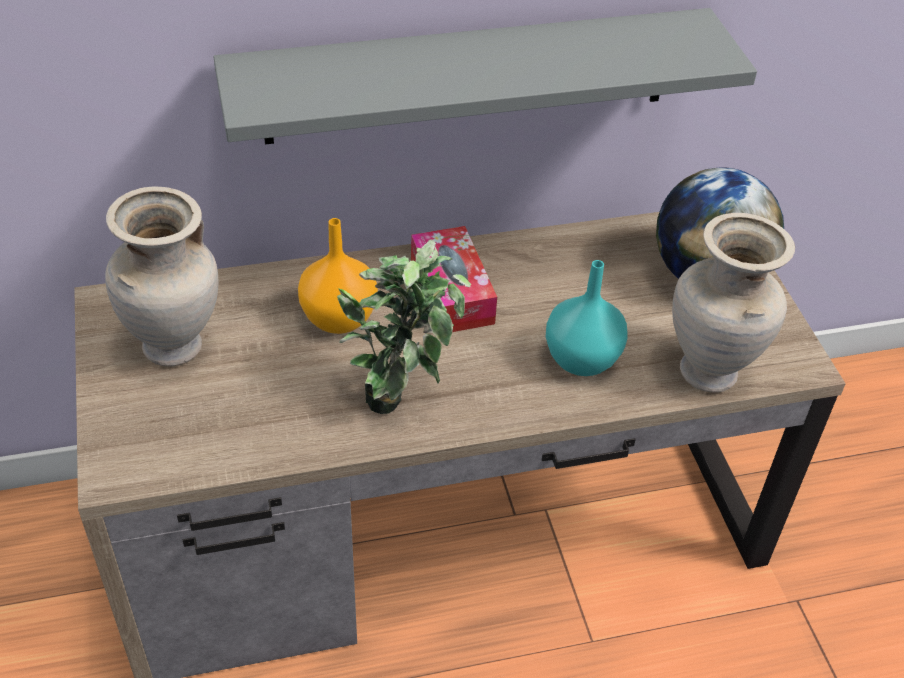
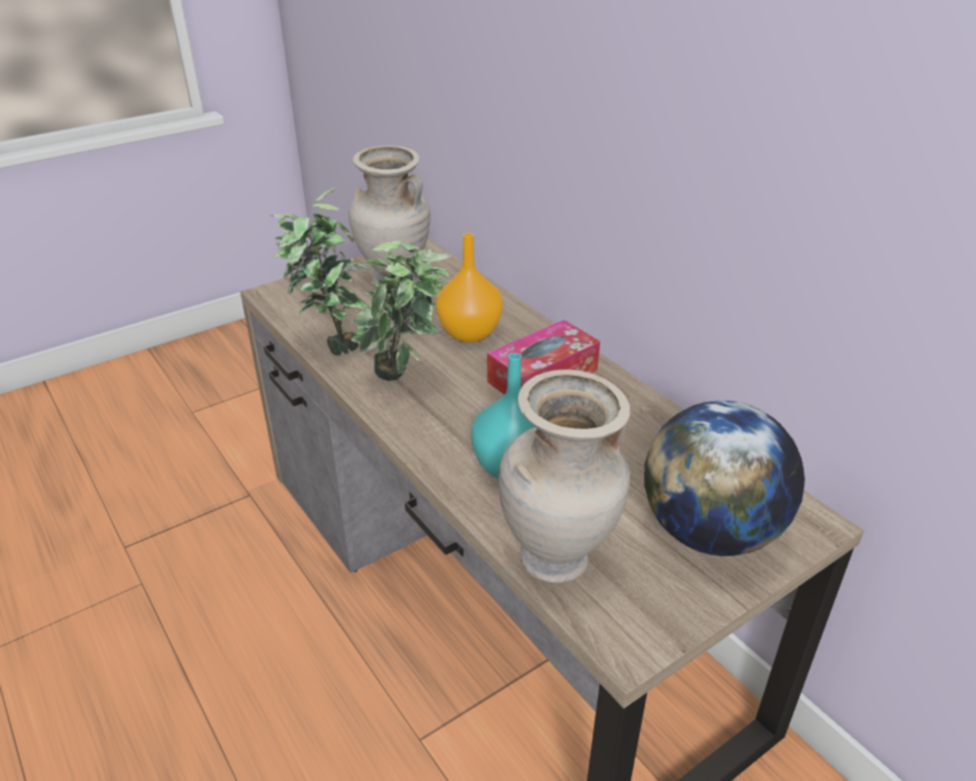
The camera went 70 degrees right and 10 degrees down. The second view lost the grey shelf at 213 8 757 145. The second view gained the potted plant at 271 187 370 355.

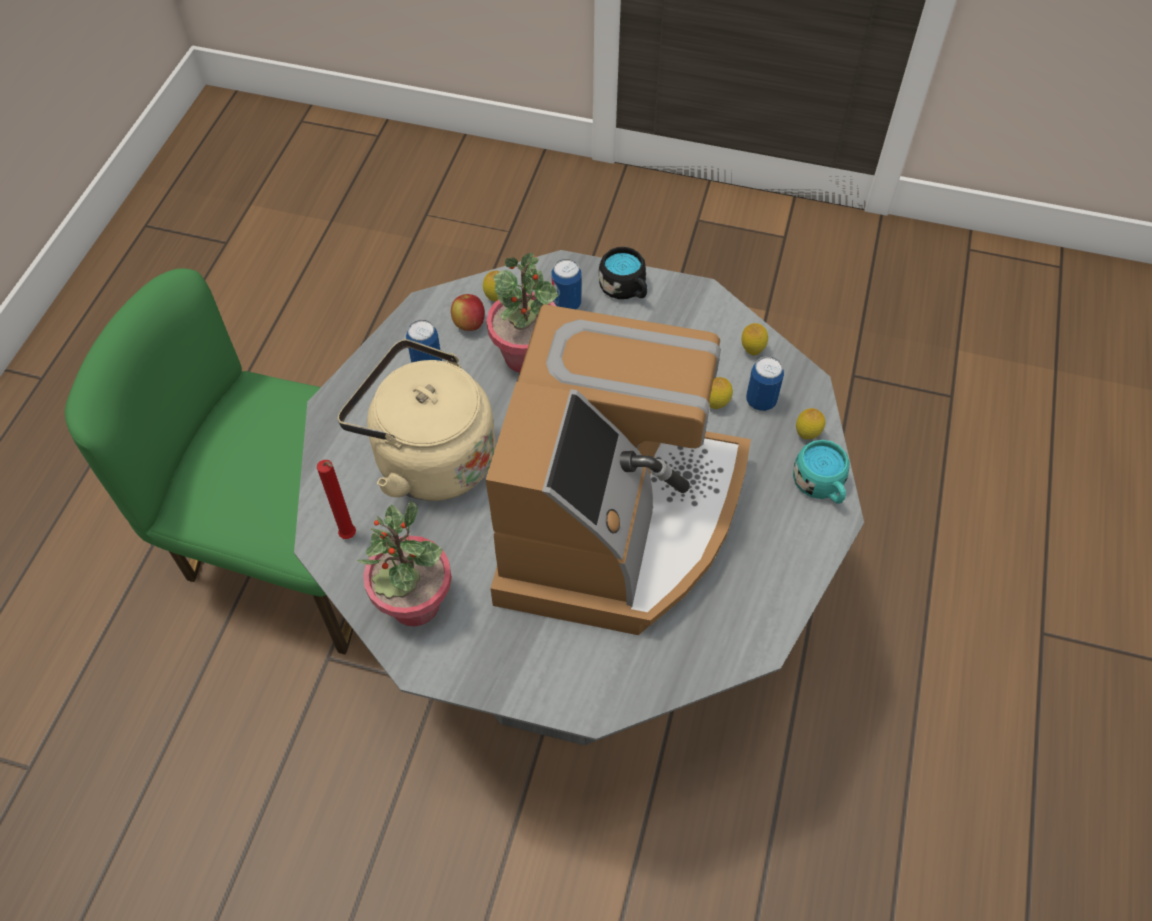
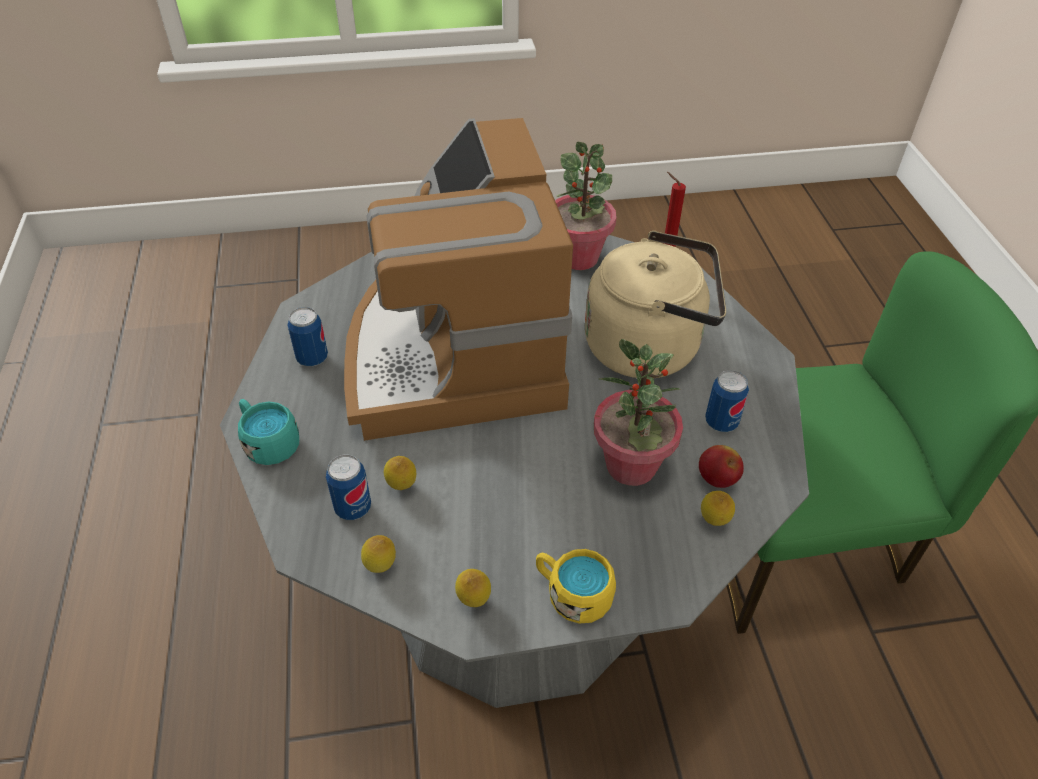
The camera went 155 degrees right and 10 degrees down. The can ended up elsewhere, having gone from 551 259 581 309 to 287 307 328 366. What was the black mug at 599 247 647 299 turned into the yellow mug at 536 549 616 624. The lemon ended up elsewhere, having gone from 796 408 825 439 to 455 569 491 607.

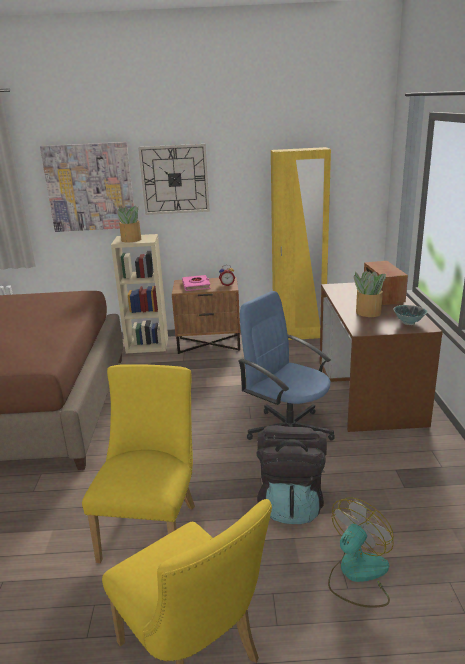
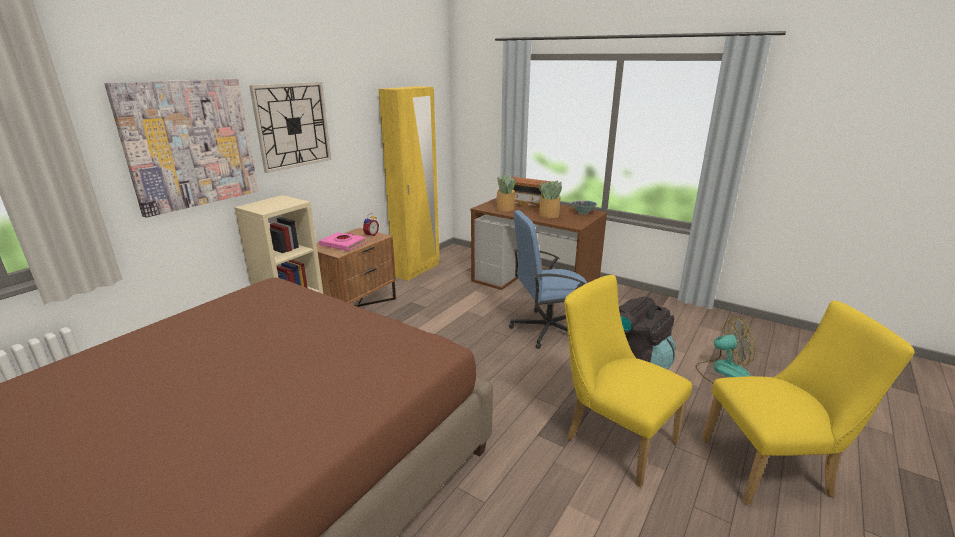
The camera went 55 degrees left and 0 degrees up. The potted plant ended up elsewhere, having gone from 114 206 141 242 to 497 175 516 212. The fan at 328 498 394 608 ended up facing another way, 105 degrees clockwise from before.

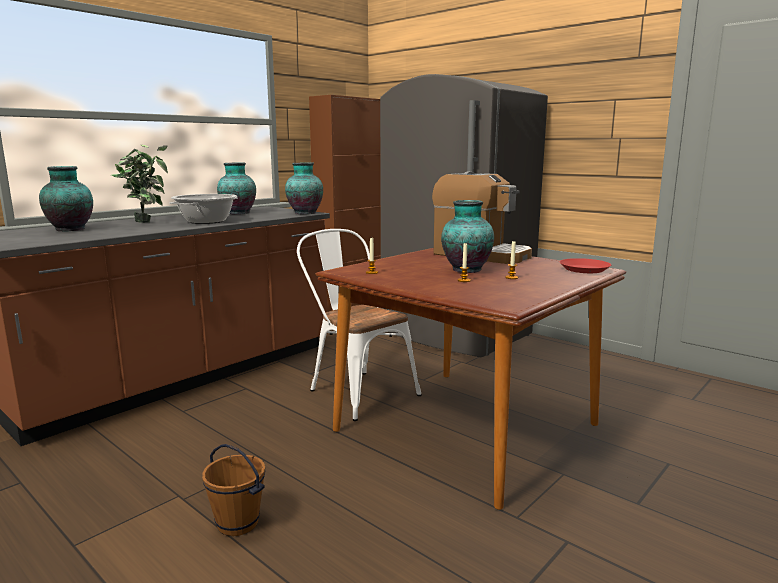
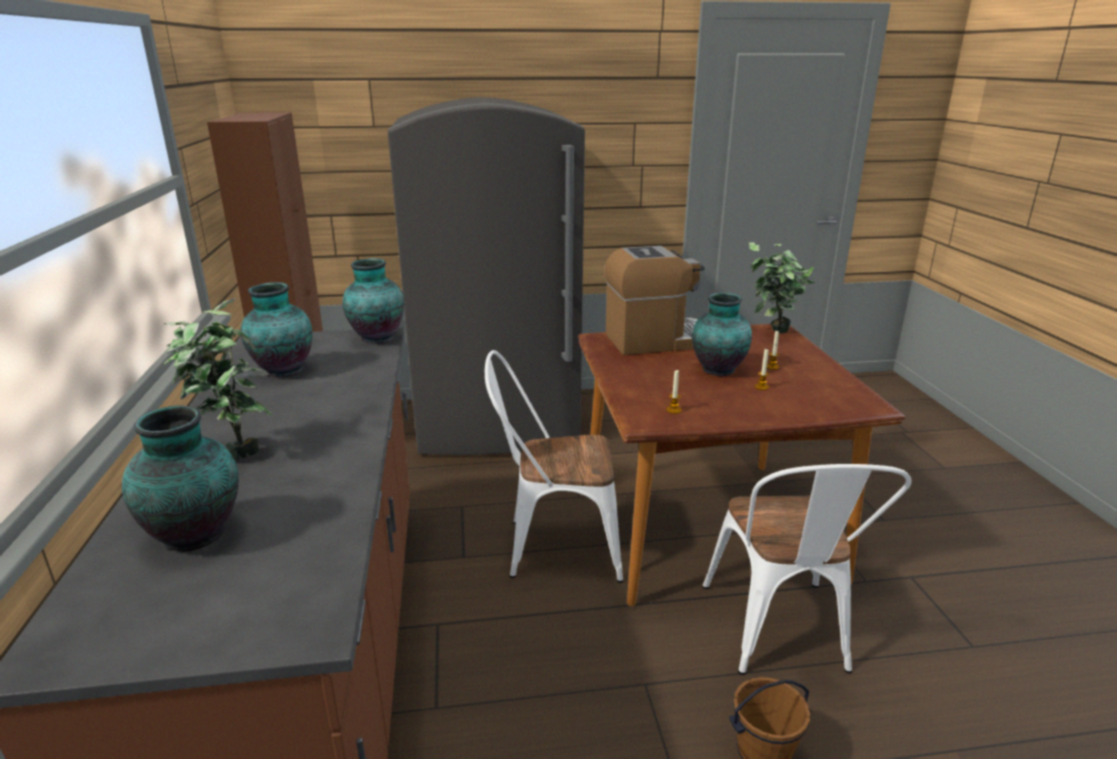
The camera went 50 degrees left and 10 degrees up. The second view lost the cooking pot at 169 194 237 224. Where the red plate stood at 559 258 611 273, the potted plant came to stand at 749 242 816 333. The second view gained the white chair at 702 464 912 675.

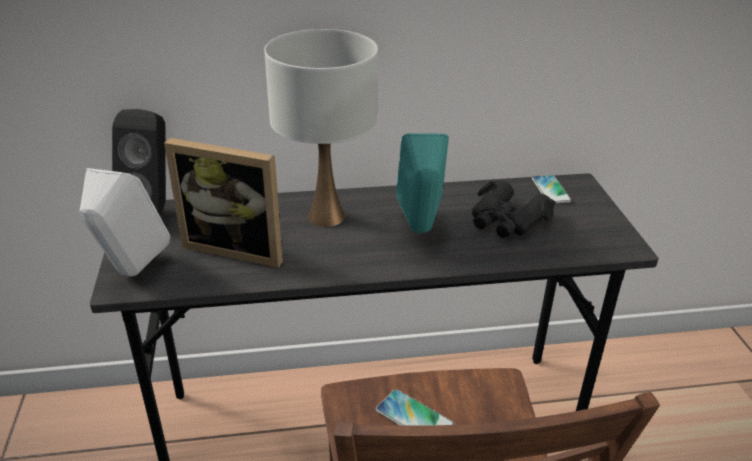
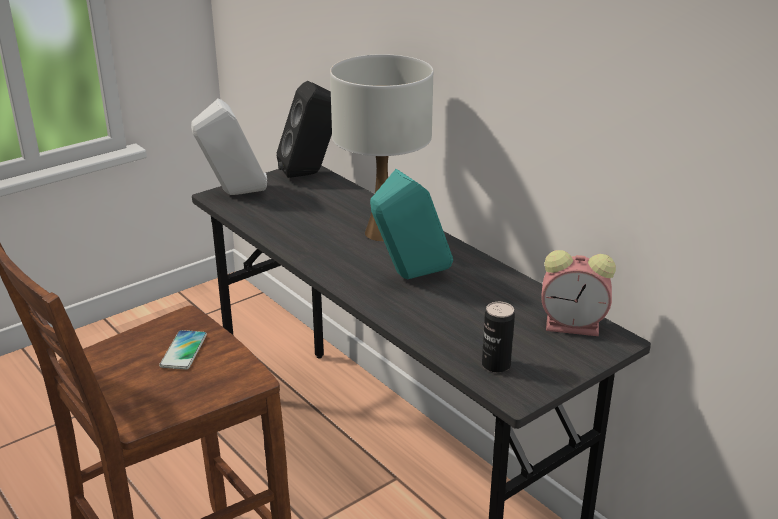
The camera went 60 degrees right and 5 degrees down. The second view lost the picture frame at 164 138 283 268. The second view lost the black binoculars at 472 181 556 238. Where the phone stood at 532 175 571 203, the alarm clock came to stand at 542 250 616 336. The second view gained the can at 482 302 515 373.

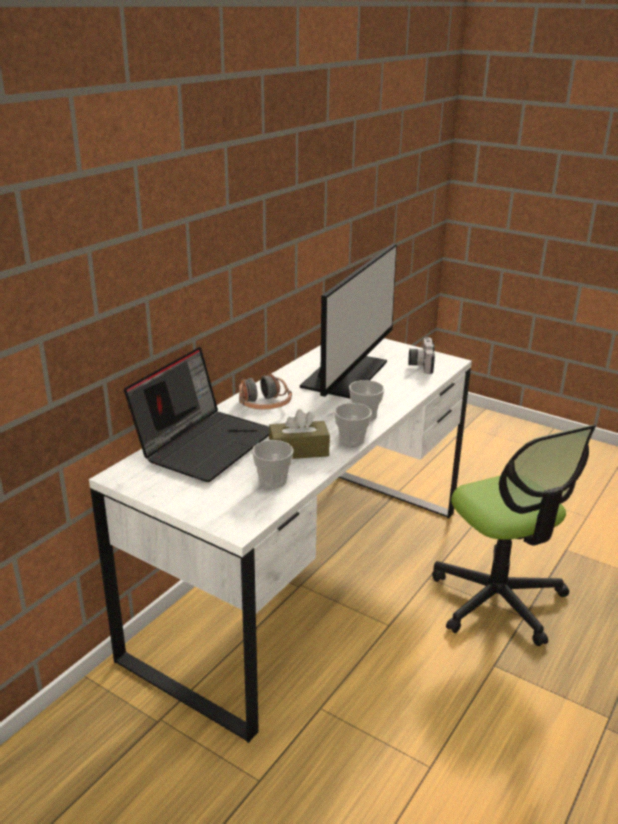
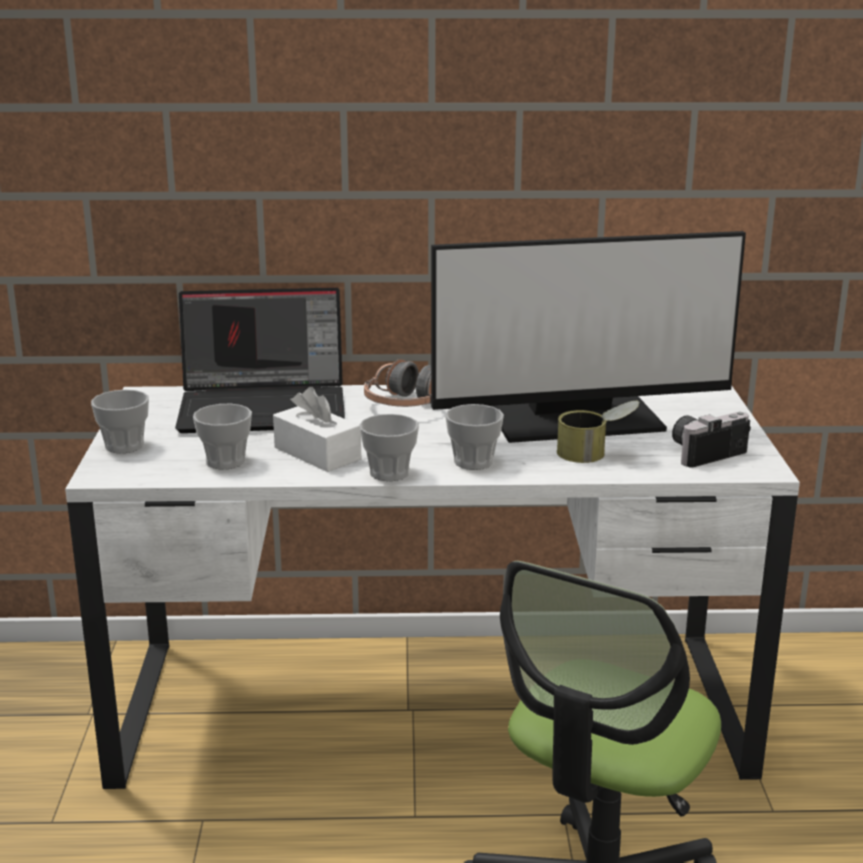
The camera went 55 degrees right and 5 degrees down. What was the brown tissue box at 269 409 330 459 turned into the white tissue box at 273 387 361 472. The second view gained the cup at 91 390 149 453. The second view gained the can at 557 401 639 463.

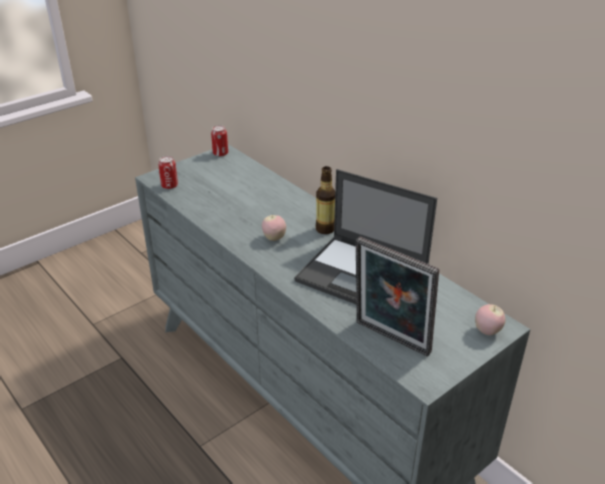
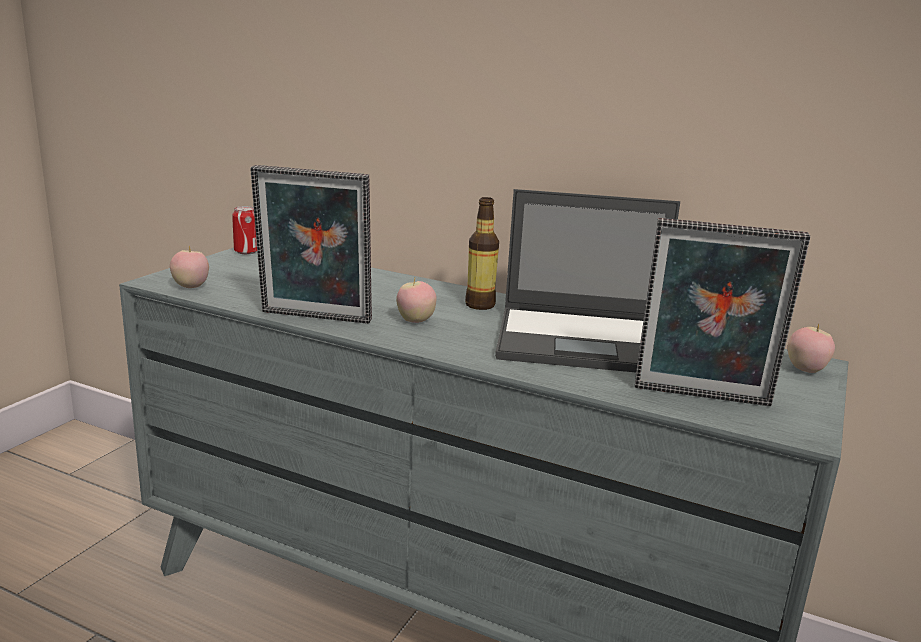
The camera went 25 degrees left and 15 degrees down. Where the can stood at 158 156 178 189, the apple came to stand at 170 245 209 288. The second view gained the picture frame at 250 165 372 324.

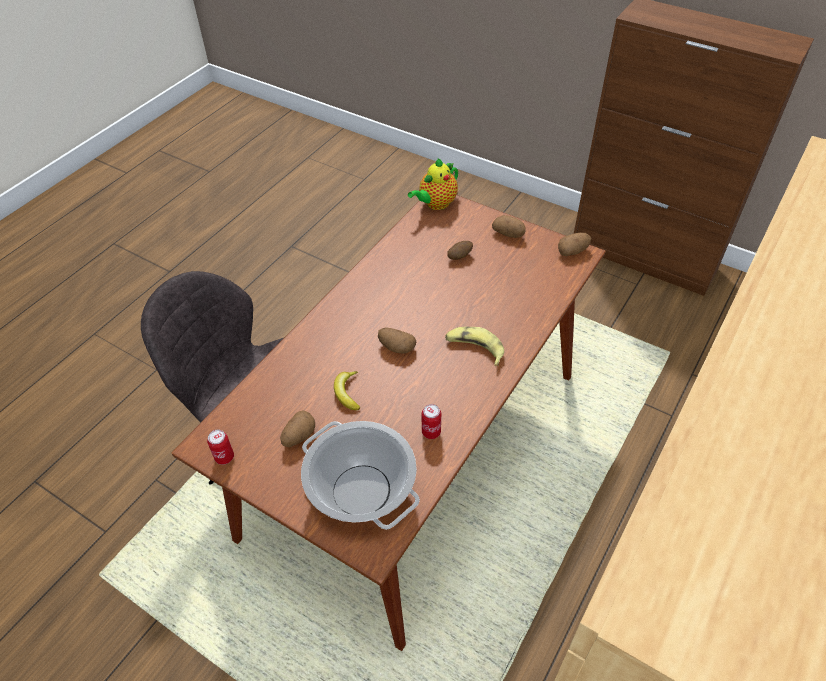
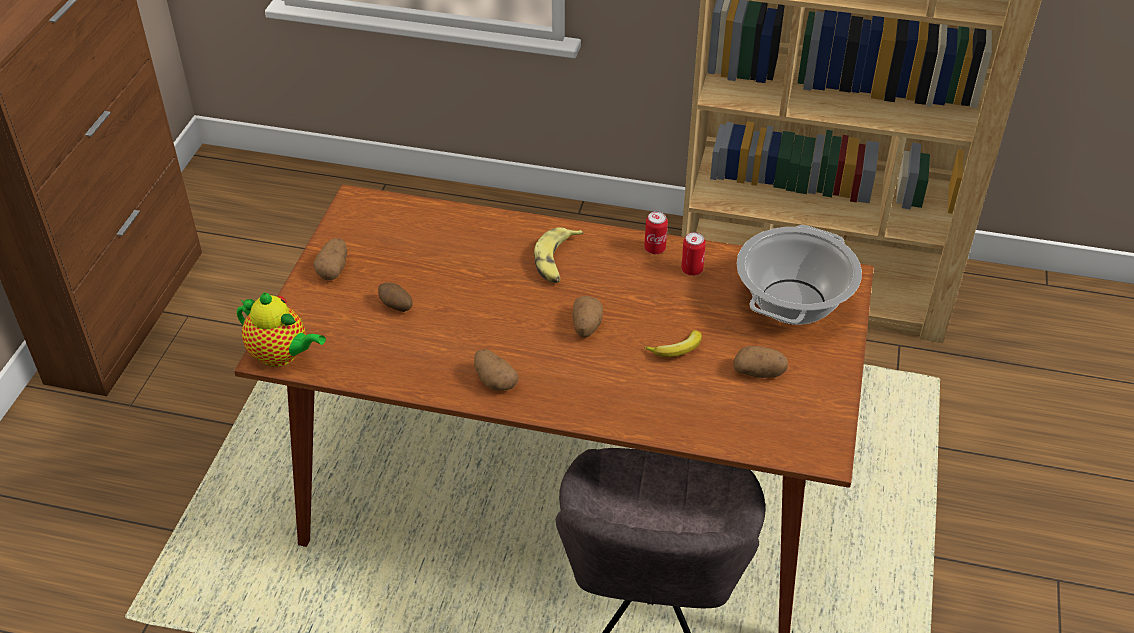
The camera went 110 degrees left and 5 degrees down. The can ended up elsewhere, having gone from 207 430 234 465 to 644 211 668 254. The potato ended up elsewhere, having gone from 558 233 591 256 to 474 349 519 391.

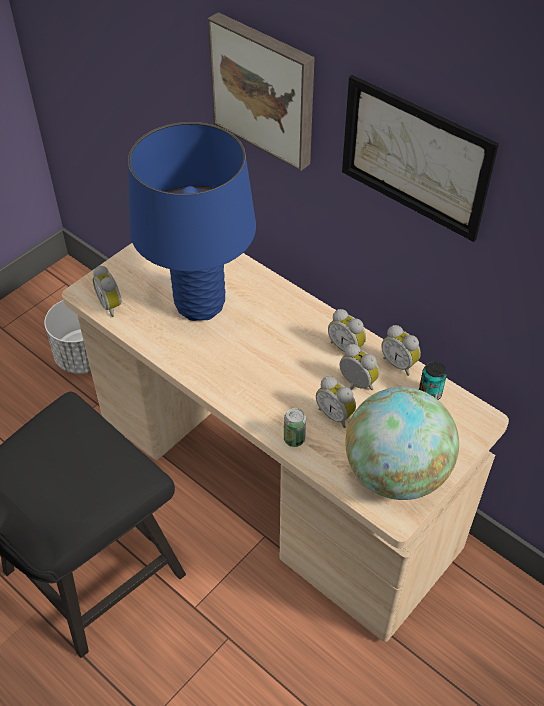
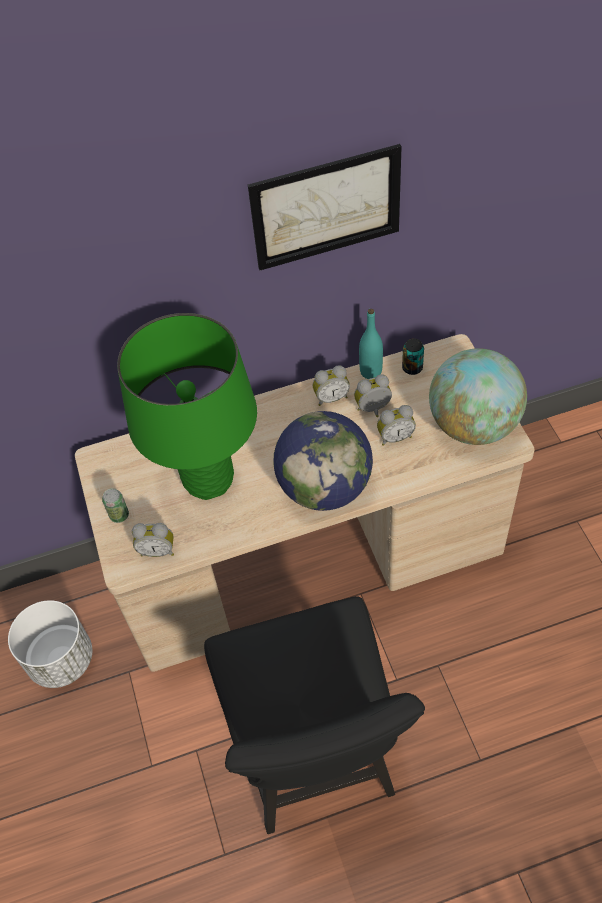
The camera went 55 degrees left and 5 degrees up. What was the blue table lamp at 128 122 256 321 turned into the green table lamp at 117 313 257 500. The second view lost the picture at 208 12 315 171. The can ended up elsewhere, having gone from 284 408 306 447 to 102 488 129 523. Where the alarm clock stood at 381 325 421 376, the turquoise bottle came to stand at 359 309 383 379. The second view gained the globe at 273 411 373 511.

